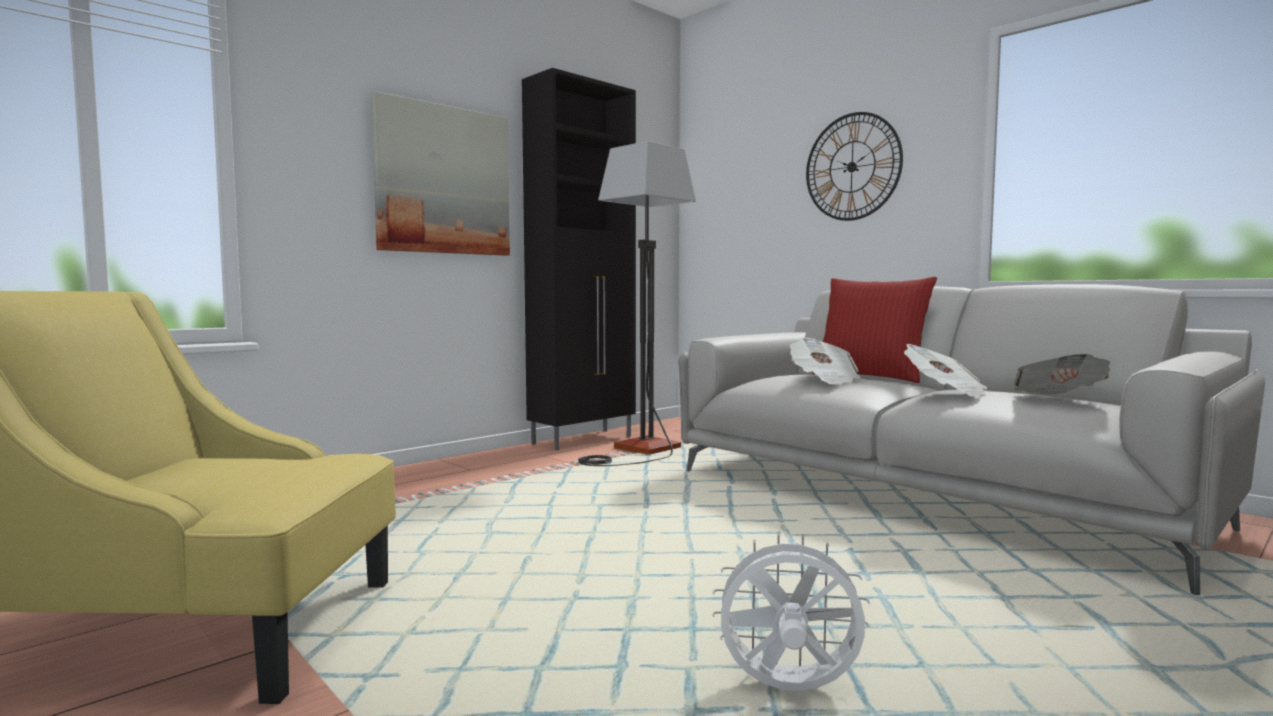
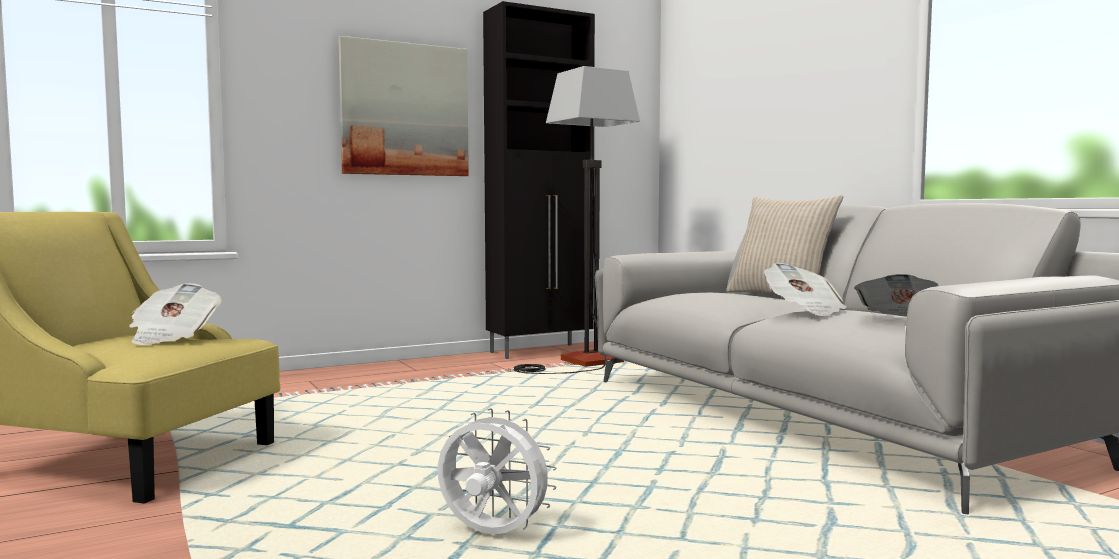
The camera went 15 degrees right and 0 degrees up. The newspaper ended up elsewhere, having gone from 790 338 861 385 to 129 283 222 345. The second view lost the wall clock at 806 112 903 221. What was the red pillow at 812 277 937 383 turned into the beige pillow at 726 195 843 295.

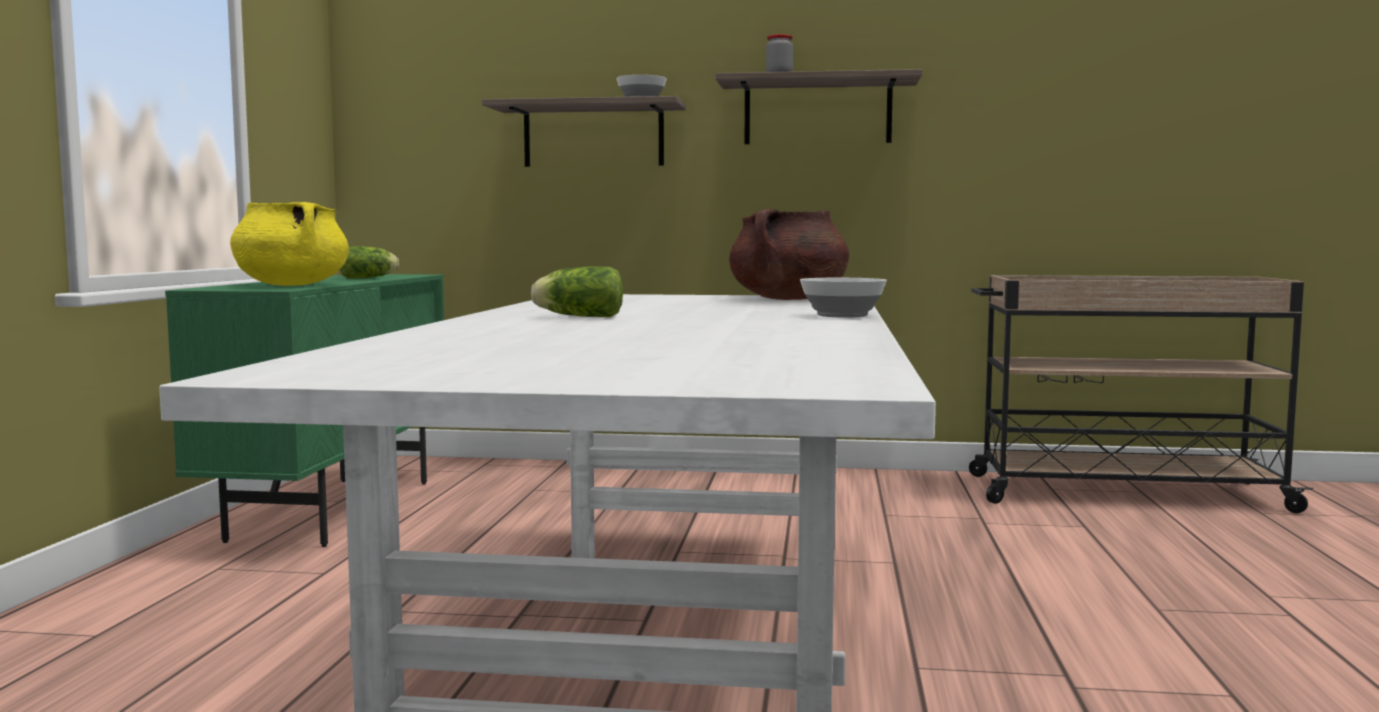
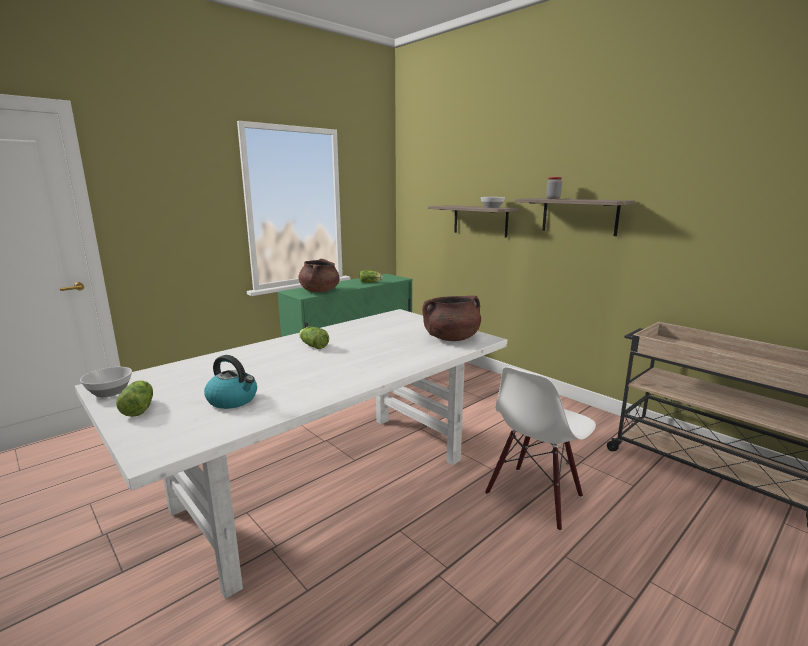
The camera went 40 degrees right and 10 degrees up. What was the yellow cooking pot at 230 202 349 286 turned into the brown cooking pot at 299 259 340 292. The bowl ended up elsewhere, having gone from 800 278 887 318 to 80 367 132 397. The second view gained the lettuce at 116 380 153 417. The second view gained the kettle at 204 355 257 409. The second view gained the white chair at 485 366 596 531.

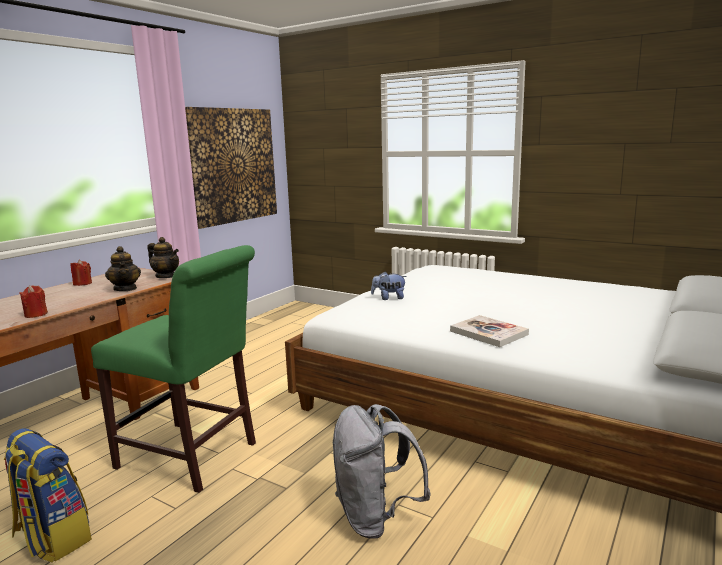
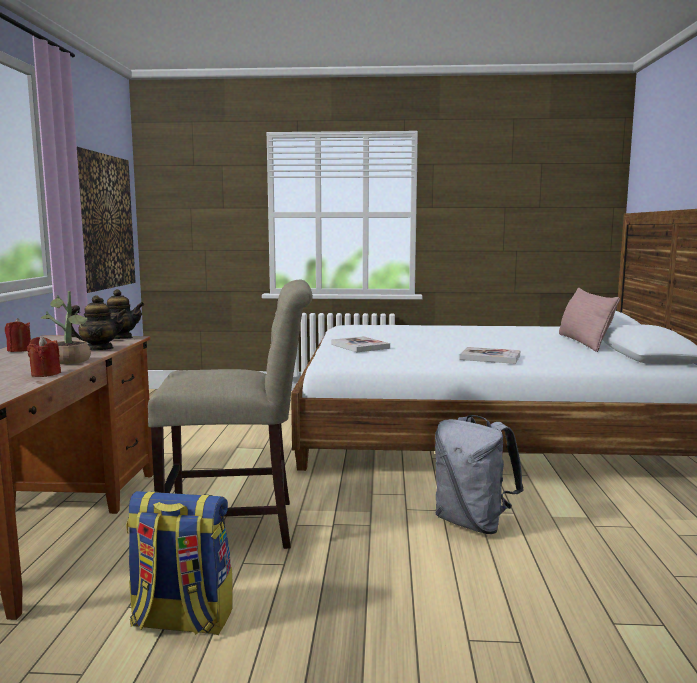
The camera went 30 degrees left and 5 degrees down. What was the green chair at 91 245 256 493 turned into the beige chair at 148 280 313 549. The teapot at 105 246 141 291 ended up facing another way, 45 degrees counterclockwise from before. Where the plush toy stood at 371 271 407 300, the book came to stand at 331 336 390 352. The second view gained the potted plant at 41 291 91 365. The second view gained the pink pillow at 559 288 620 352.

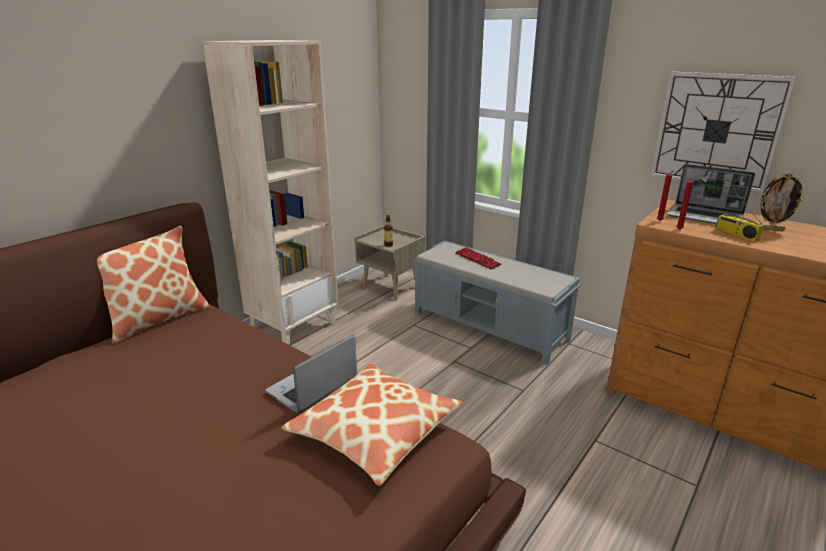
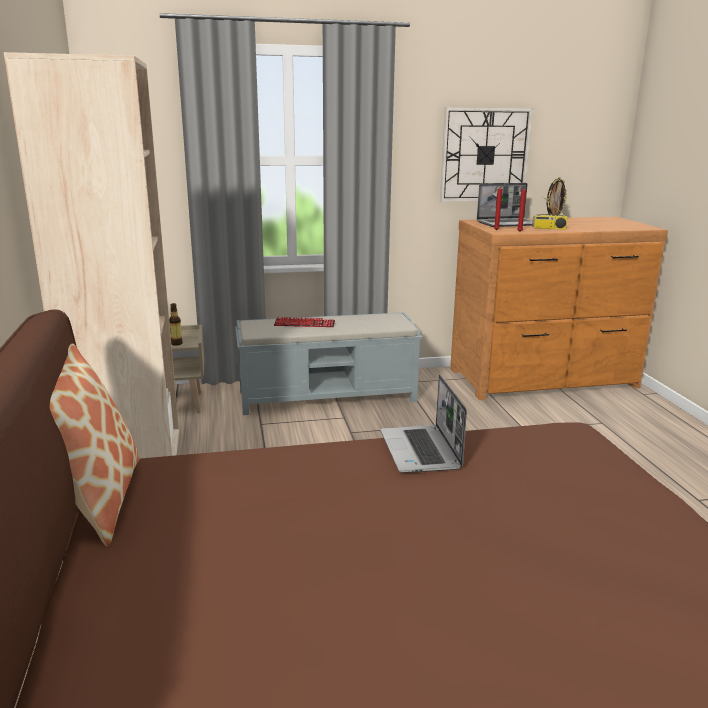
The camera went 50 degrees left and 5 degrees down. The second view lost the pillow at 282 363 463 486.

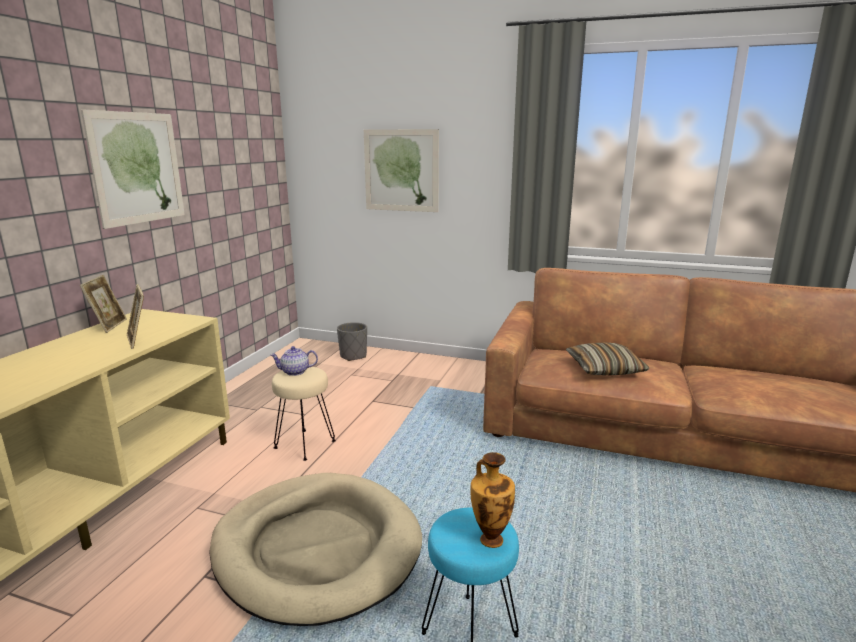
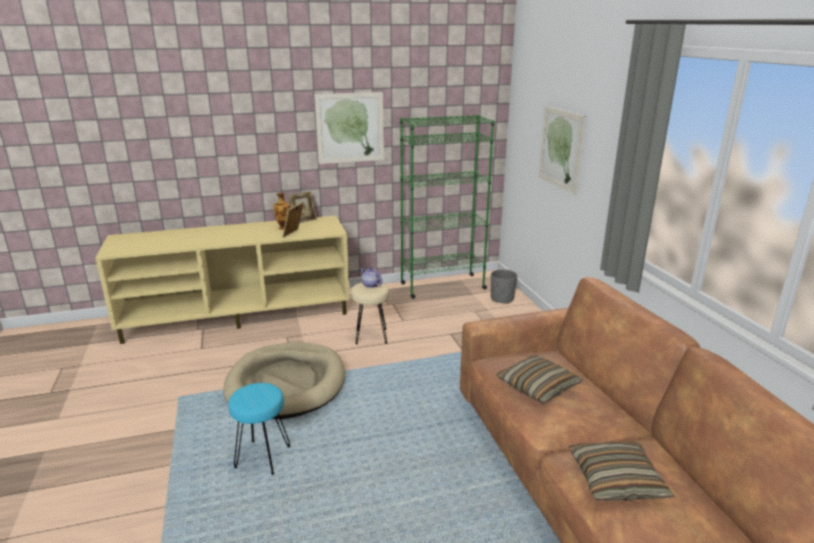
The camera went 55 degrees right and 5 degrees up. The vase ended up elsewhere, having gone from 471 452 515 548 to 273 193 290 230. The second view gained the green bookcase at 400 114 494 299. The second view gained the pillow at 569 442 675 501.

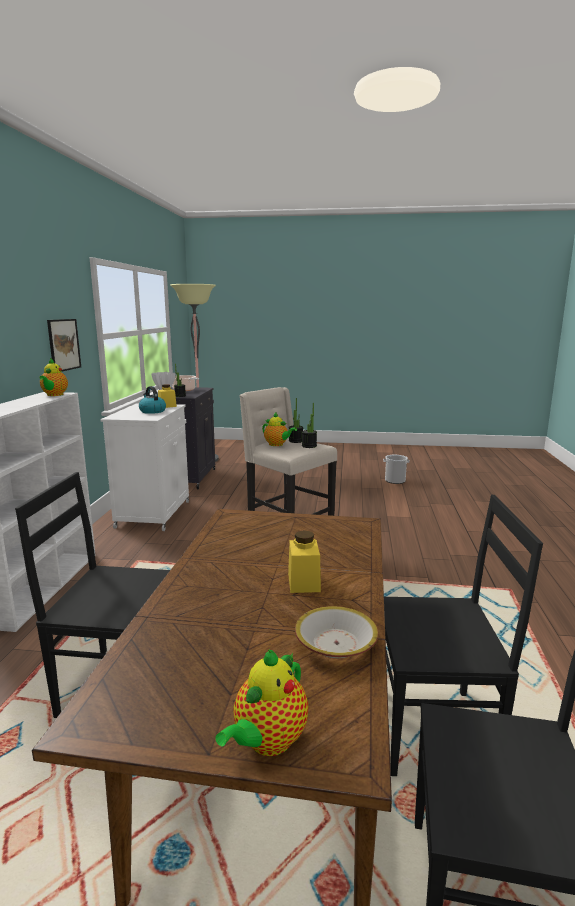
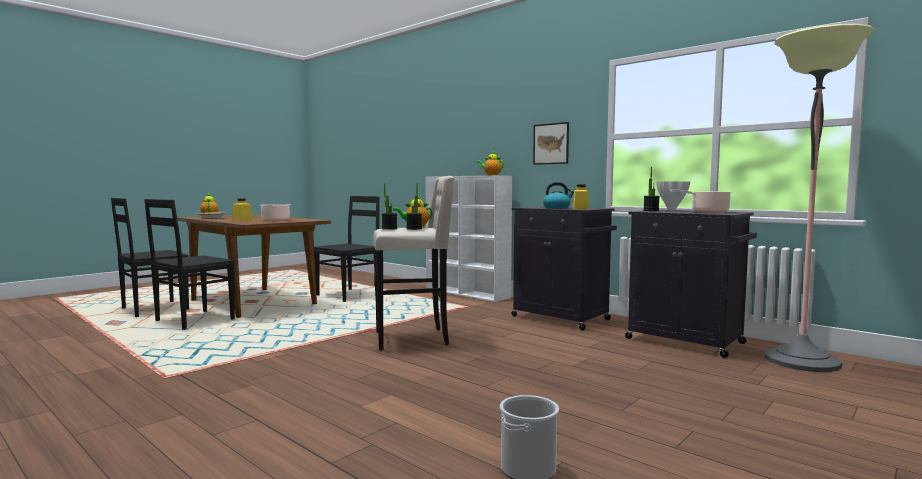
The camera went 125 degrees right and 10 degrees down. What was the white cabinet at 100 404 189 531 turned into the black cabinet at 511 206 617 330. The second view gained the cooking pot at 261 204 290 221.

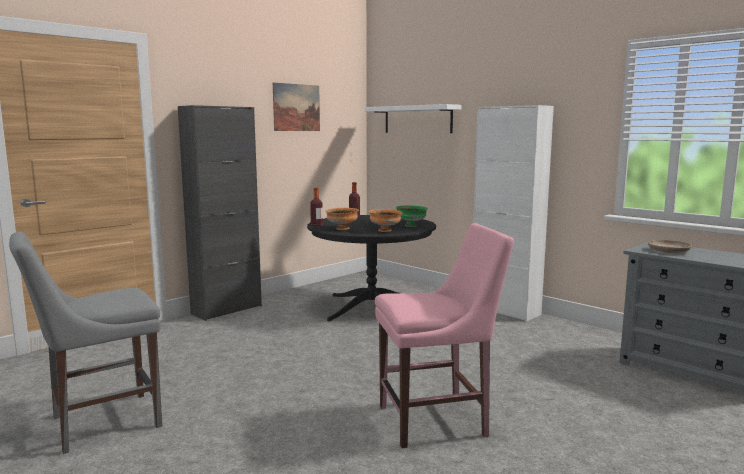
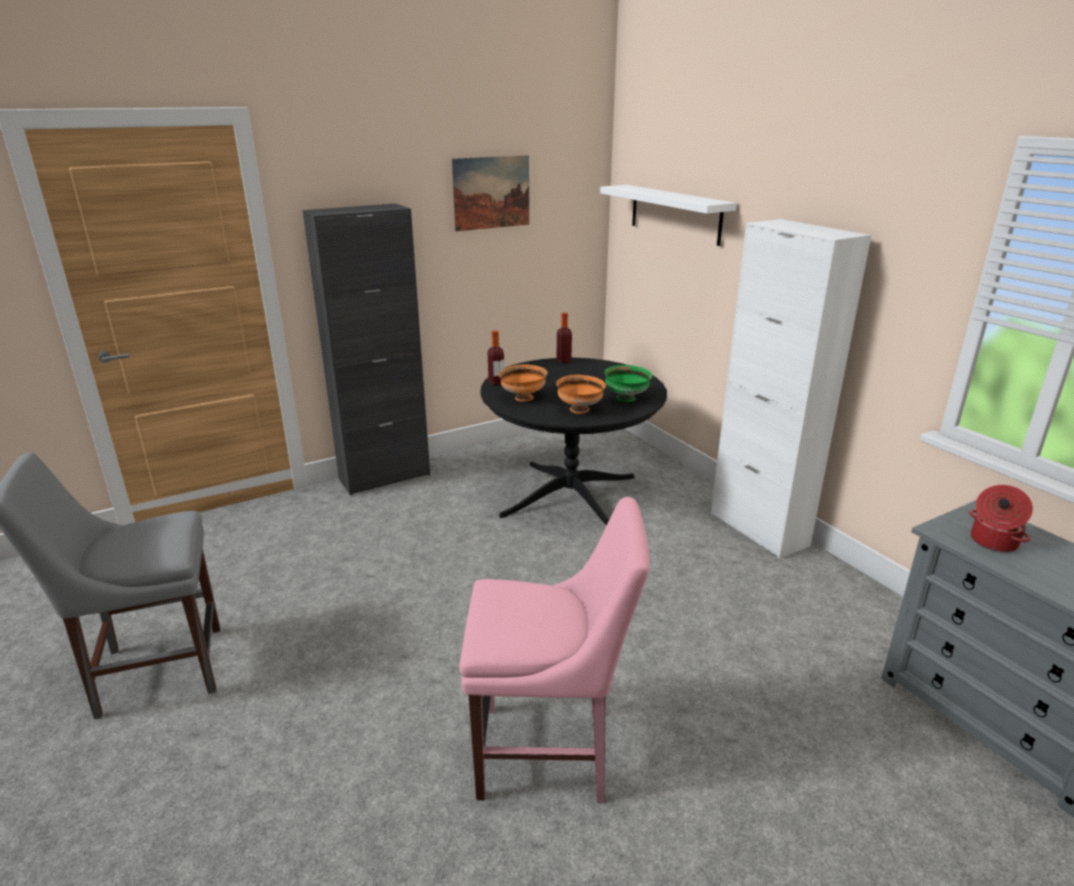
The camera went 15 degrees right and 15 degrees up. Where the beige plate stood at 648 240 692 253, the cooking pot came to stand at 969 485 1033 552.

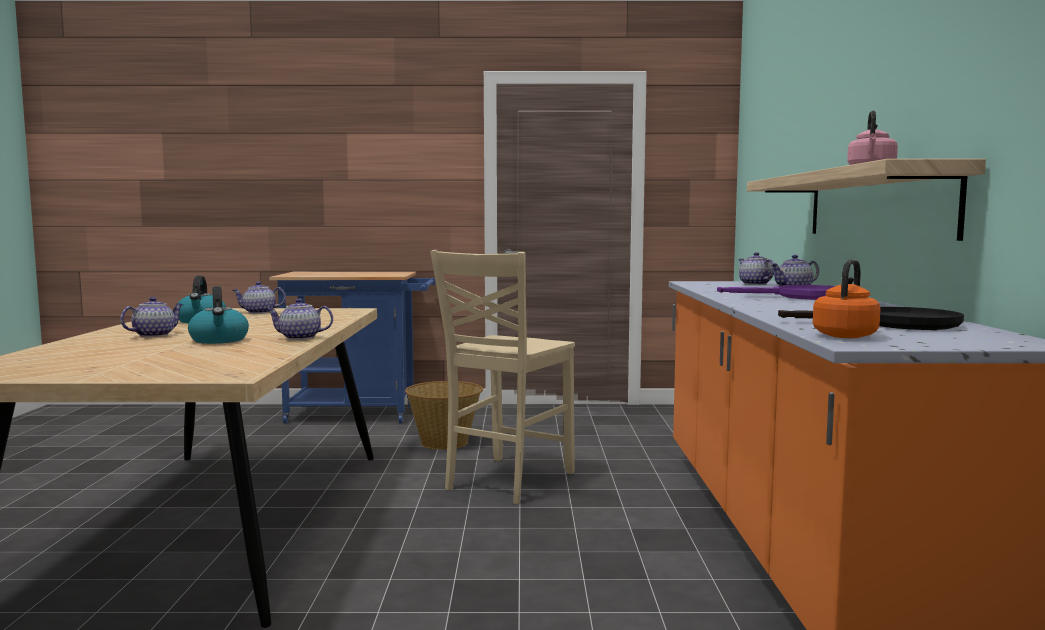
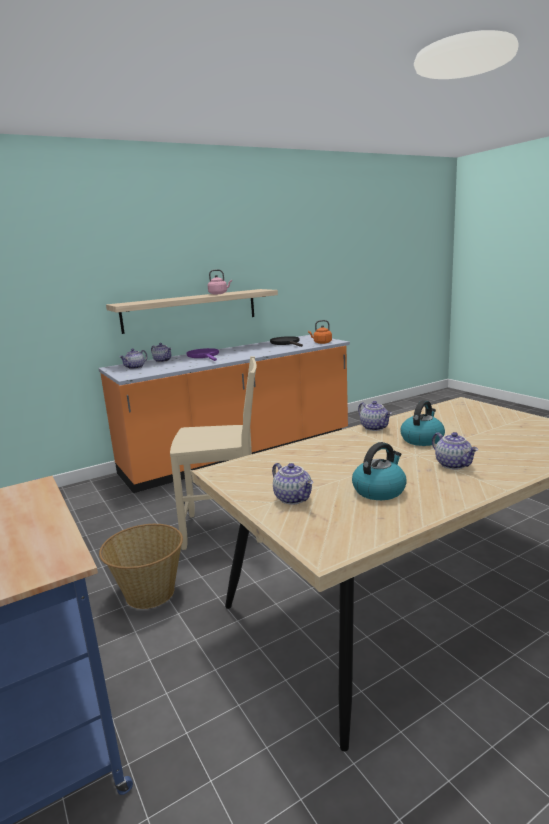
The camera went 120 degrees left and 10 degrees up. The teapot at 120 297 184 337 ended up facing another way, 120 degrees counterclockwise from before.

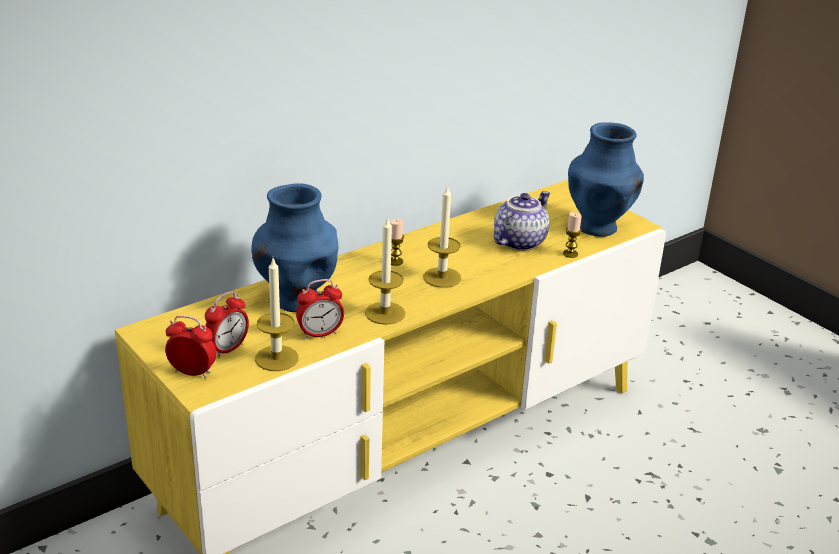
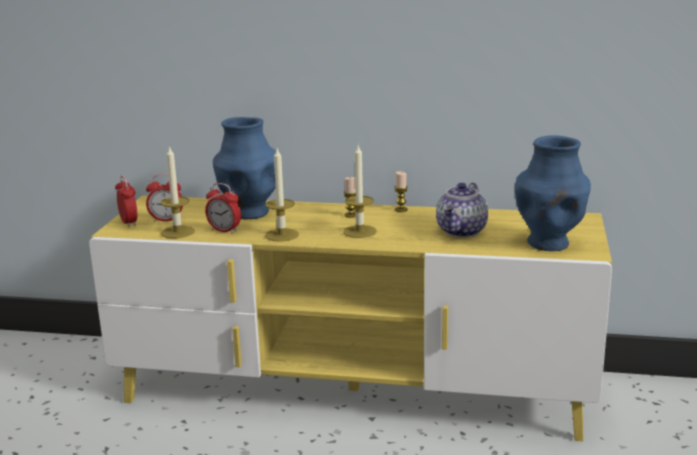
The camera went 50 degrees right and 10 degrees down. The teapot at 494 191 550 251 ended up facing another way, 120 degrees clockwise from before. The candle ended up elsewhere, having gone from 563 212 582 258 to 394 171 408 212.

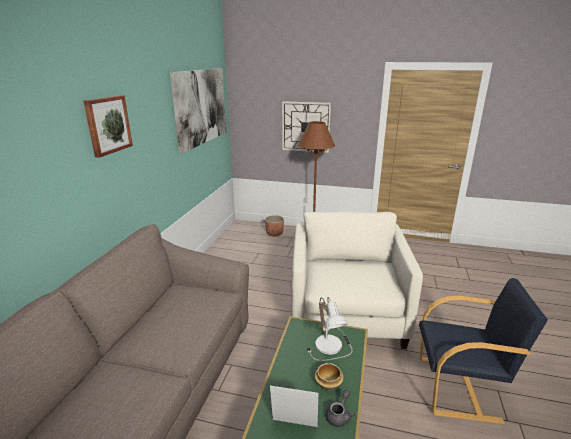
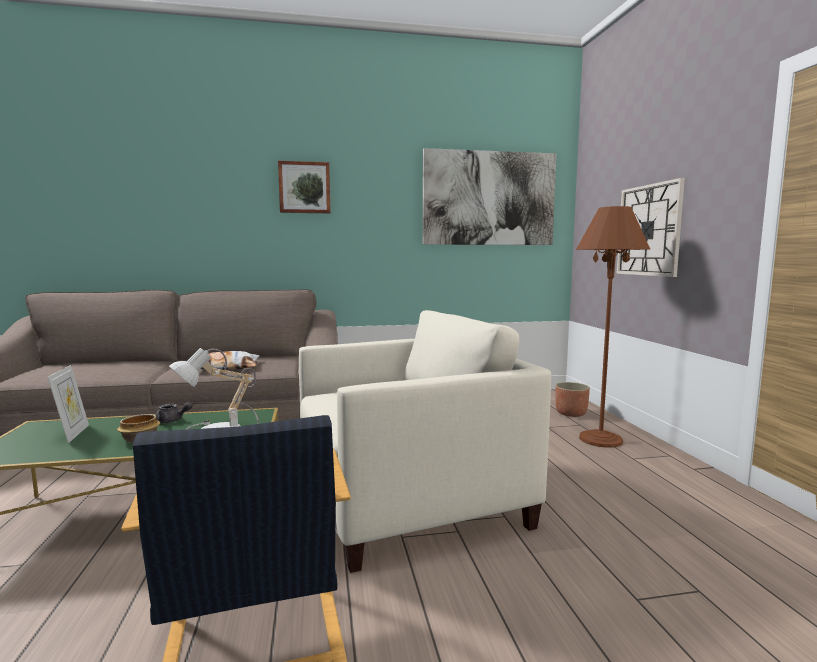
The camera went 65 degrees right and 15 degrees down. The grey teapot ended up elsewhere, having gone from 326 390 355 427 to 155 402 192 423. The second view gained the pillow at 200 351 260 370.

